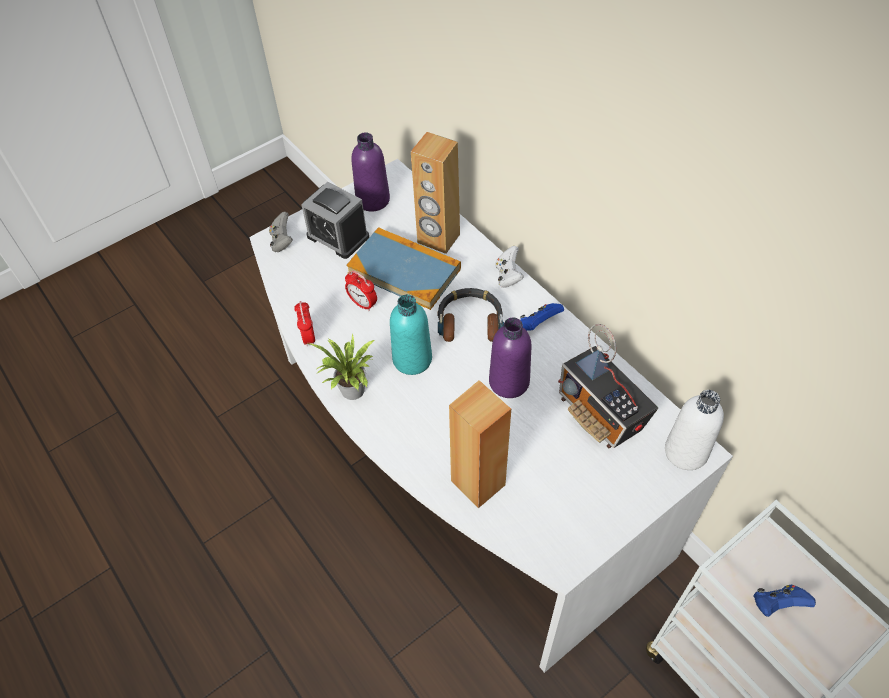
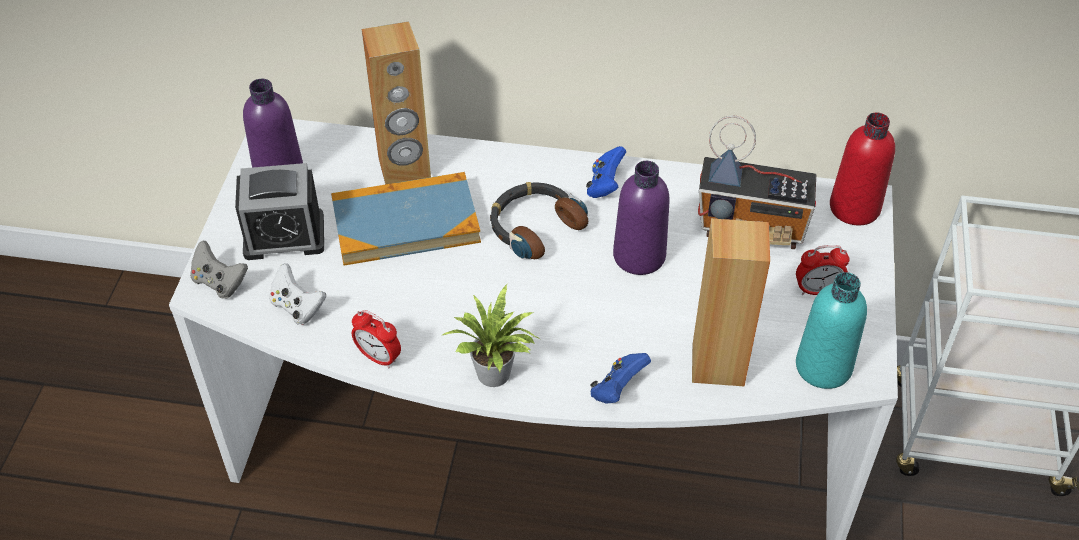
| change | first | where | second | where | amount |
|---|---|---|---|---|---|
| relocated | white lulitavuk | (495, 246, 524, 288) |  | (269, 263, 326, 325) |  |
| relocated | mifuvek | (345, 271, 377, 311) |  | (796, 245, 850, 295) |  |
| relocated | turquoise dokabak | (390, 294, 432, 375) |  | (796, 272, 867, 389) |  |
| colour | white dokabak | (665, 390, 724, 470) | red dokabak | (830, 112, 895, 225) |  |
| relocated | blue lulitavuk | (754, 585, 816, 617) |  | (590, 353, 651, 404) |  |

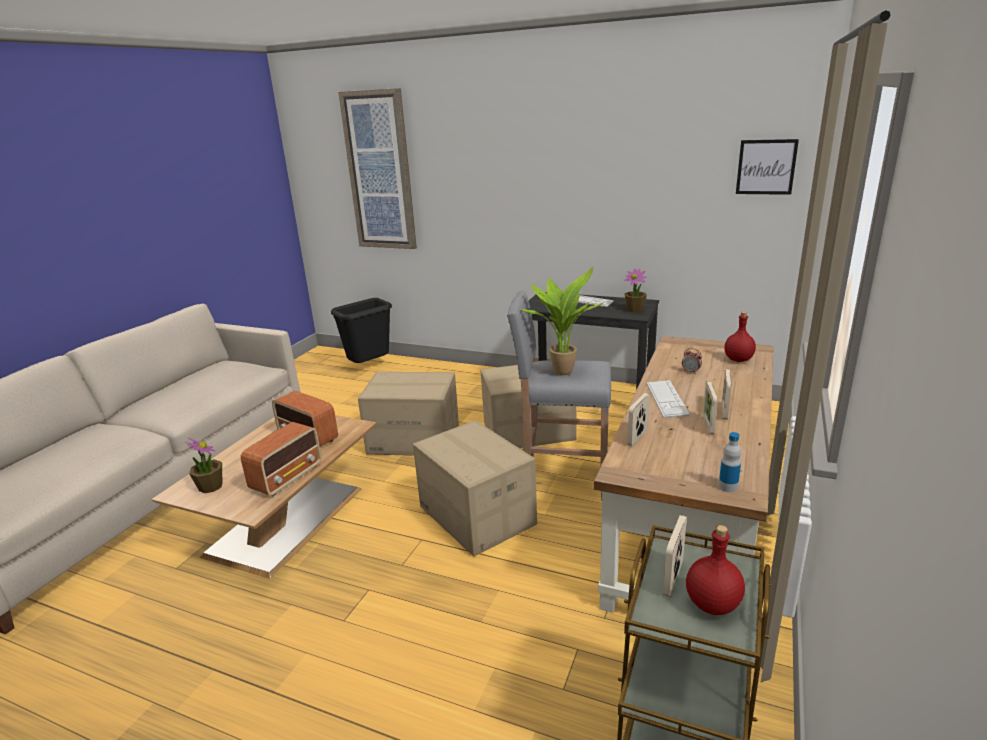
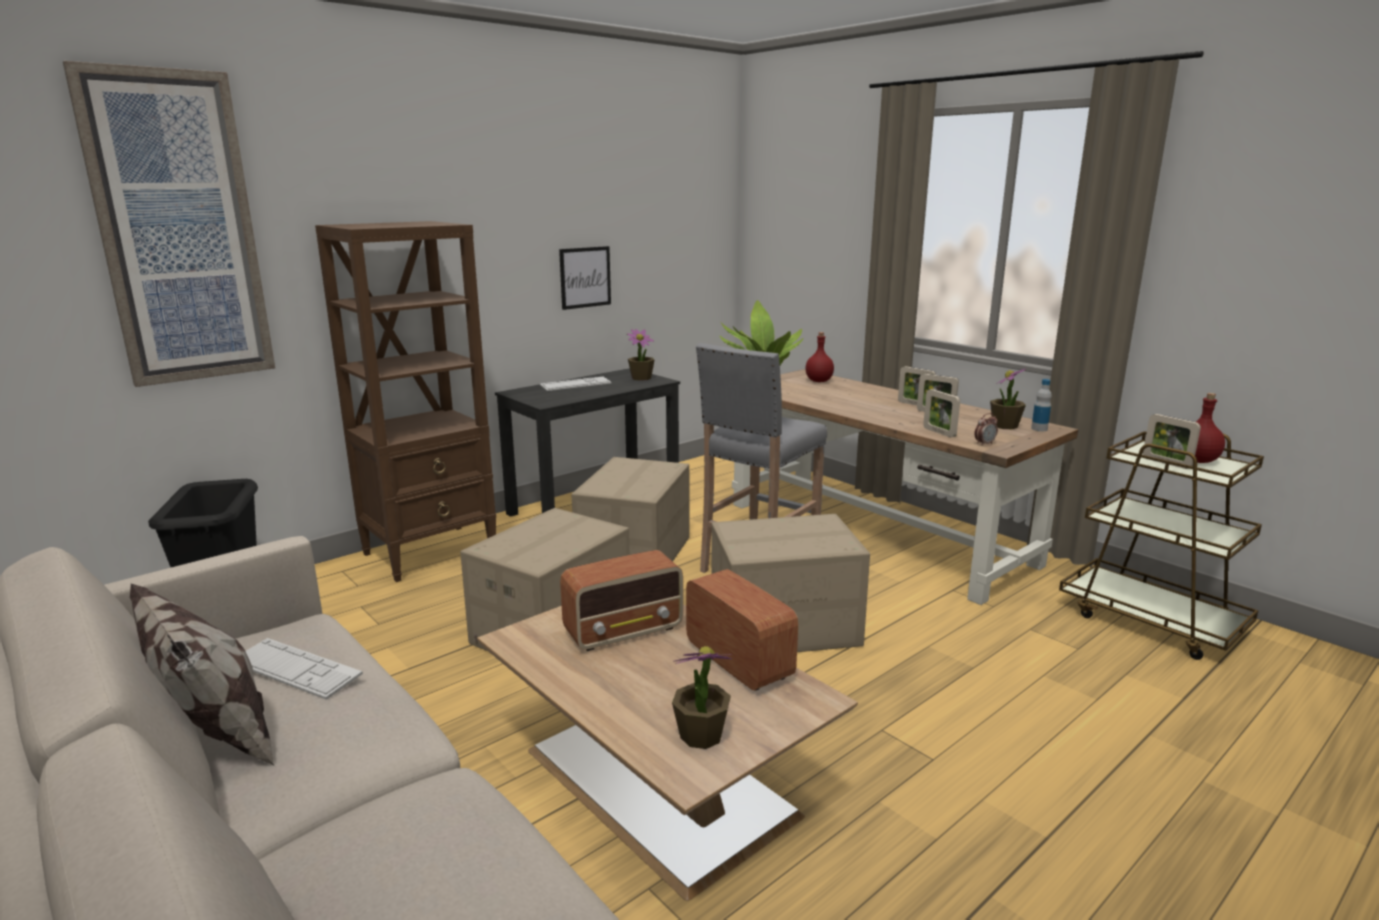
| change | first | where | second | where | amount |
|---|---|---|---|---|---|
| relocated | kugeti | (736, 139, 799, 195) |  | (559, 246, 611, 310) |  |
| relocated | mifuvek | (682, 348, 702, 374) |  | (974, 413, 998, 446) |  |
| relocated | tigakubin | (647, 380, 690, 418) |  | (245, 638, 363, 700) |  |
| appeared |  |  | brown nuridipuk | (315, 221, 496, 582) |  |
| appeared |  |  | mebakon | (990, 368, 1026, 429) |  |
| appeared |  |  | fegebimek | (130, 584, 274, 765) |  |

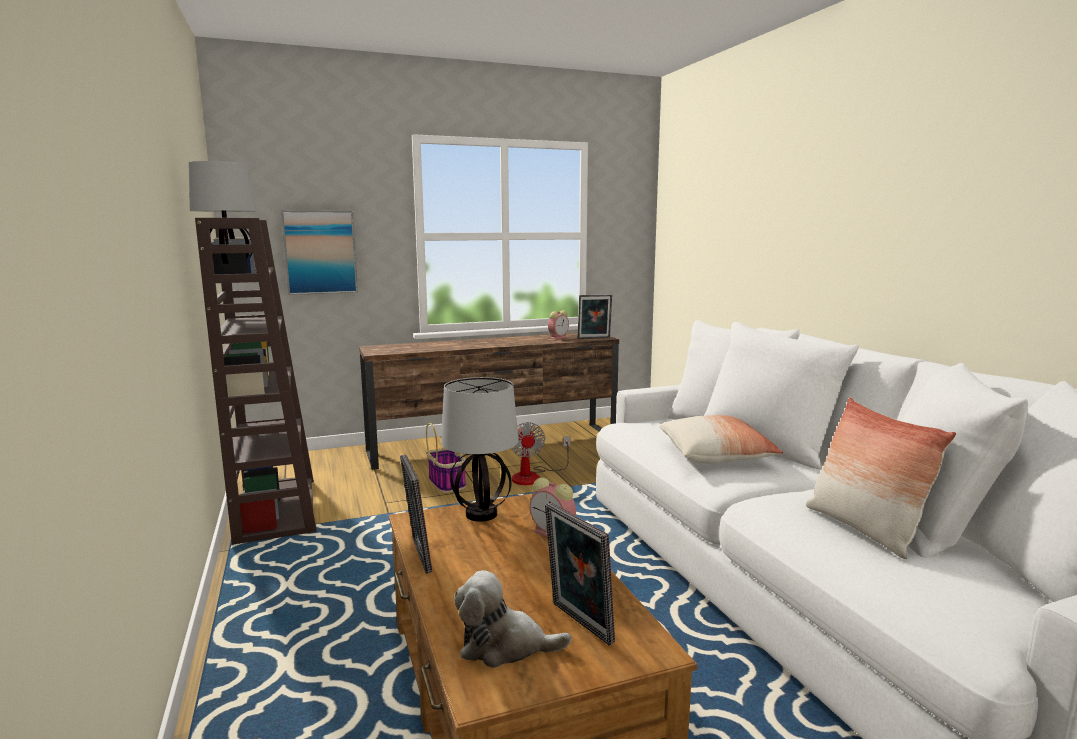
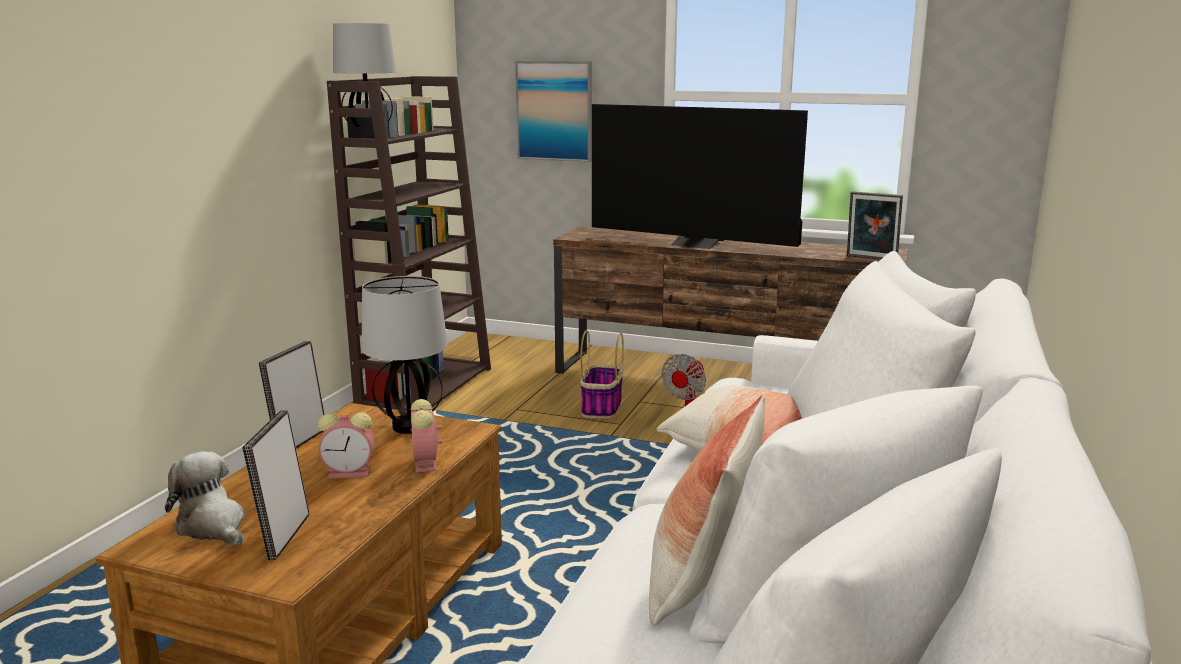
| change | first | where | second | where | amount |
|---|---|---|---|---|---|
| relocated | mifuvek | (548, 310, 569, 339) |  | (318, 412, 374, 479) |  |
| appeared |  |  | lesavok | (592, 104, 808, 249) |  |

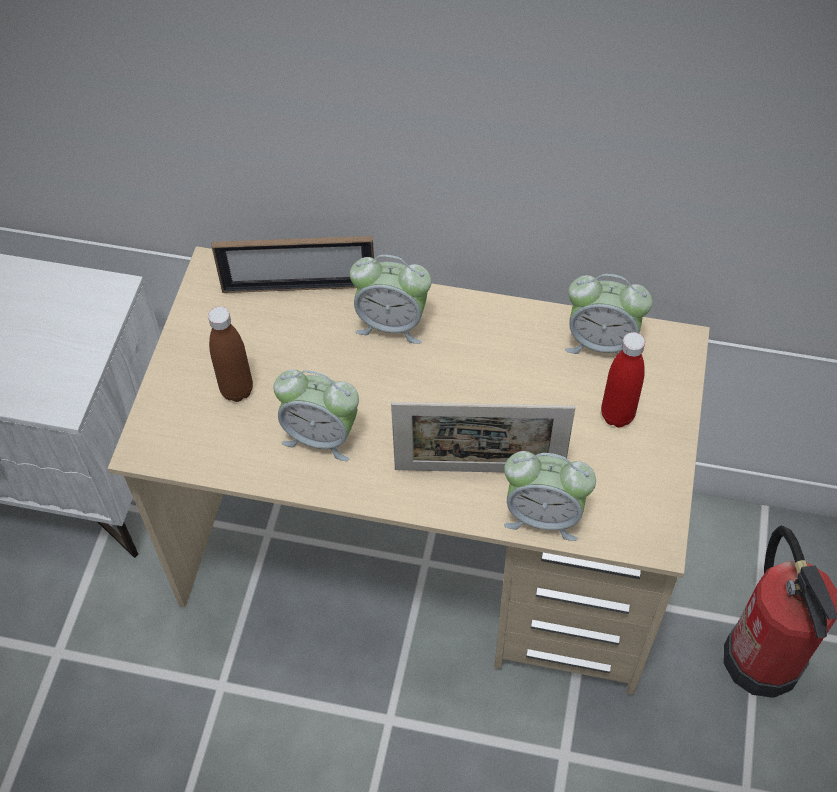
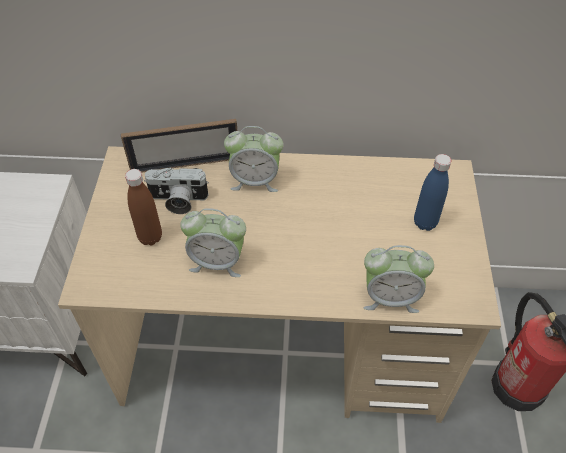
| change | first | where | second | where | amount |
|---|---|---|---|---|---|
| missing | mifuvek | (565, 274, 652, 354) |  |  |  |
| colour | red dokabak | (601, 332, 645, 427) | blue dokabak | (414, 154, 451, 231) |  |
| missing | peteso | (391, 402, 575, 473) |  |  |  |
| appeared |  |  | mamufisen | (144, 167, 209, 214) |  |

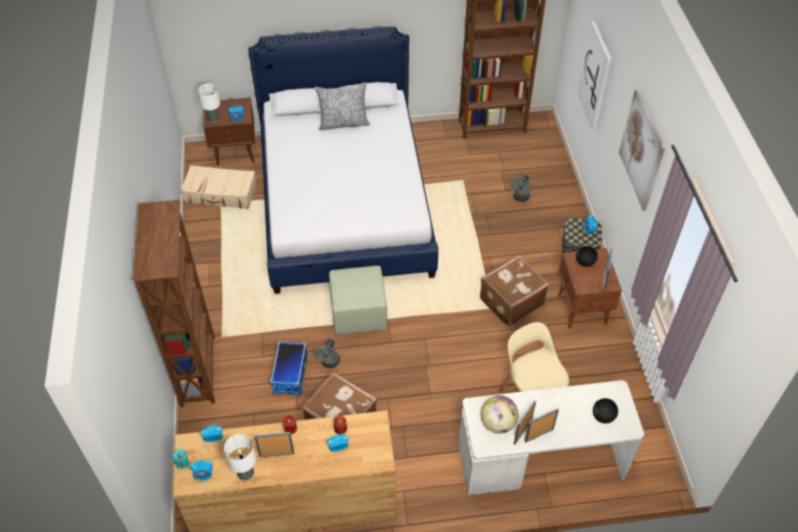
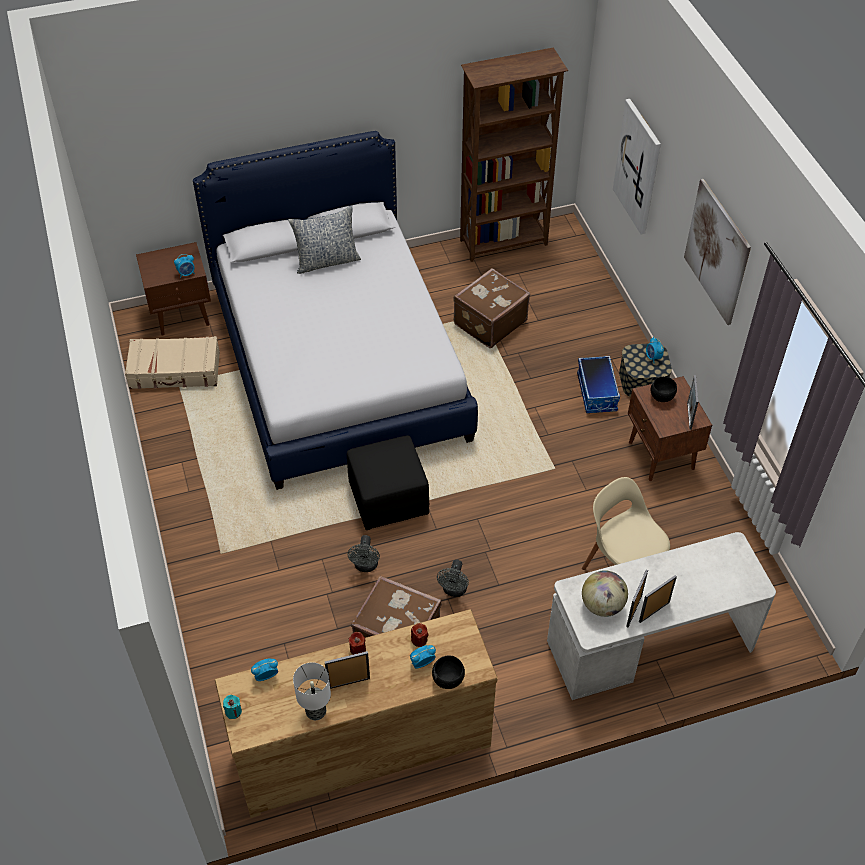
| change | first | where | second | where | amount |
|---|---|---|---|---|---|
| missing | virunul | (198, 83, 220, 123) |  |  |  |
| relocated | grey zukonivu | (510, 175, 532, 202) |  | (437, 560, 469, 597) |  |
| missing | brown nuridipuk | (133, 200, 215, 407) |  |  |  |
| relocated | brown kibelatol | (480, 255, 549, 326) |  | (453, 268, 530, 348) |  |
| colour | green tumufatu | (329, 266, 388, 335) | black tumufatu | (347, 435, 429, 530) |  |
| relocated | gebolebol | (270, 341, 308, 395) |  | (577, 356, 620, 413) |  |
| relocated | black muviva | (593, 398, 618, 423) |  | (432, 655, 465, 689) |  |
| missing | mifuvek | (190, 460, 213, 481) |  |  |  |

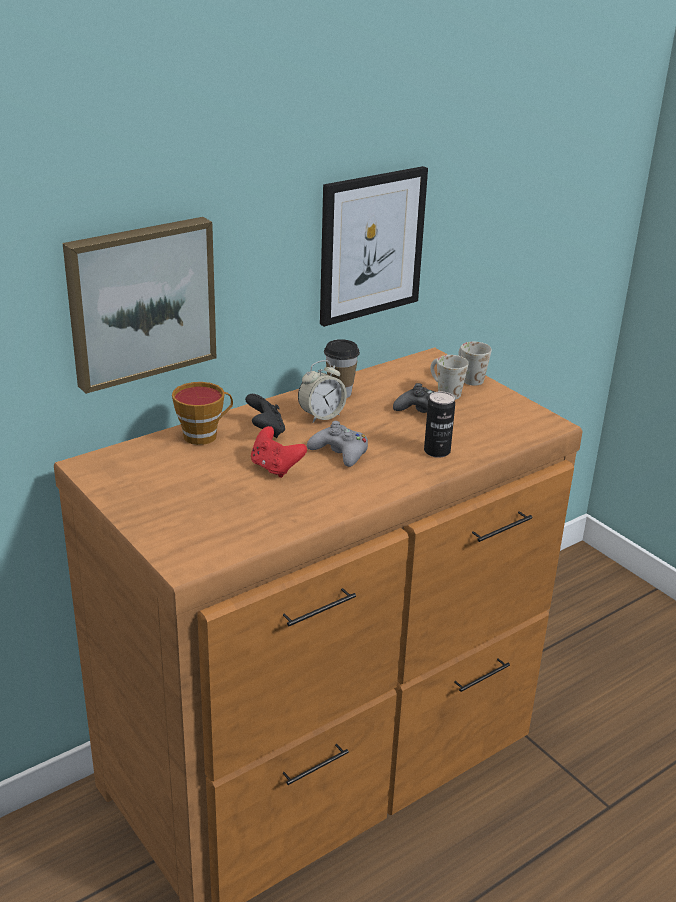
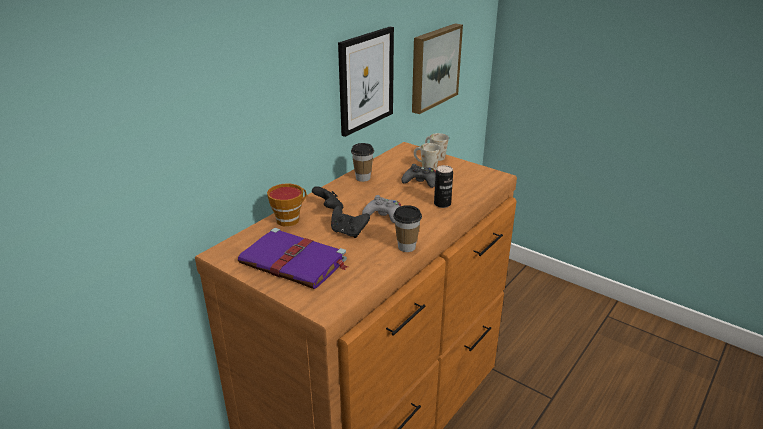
| change | first | where | second | where | amount |
|---|---|---|---|---|---|
| relocated | kugeti | (63, 217, 216, 394) |  | (412, 23, 463, 114) |  |
| missing | mifuvek | (298, 360, 347, 423) |  |  |  |
| colour | red lulitavuk | (251, 426, 307, 478) | black lulitavuk | (331, 206, 370, 238) |  |
| appeared |  |  | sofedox | (393, 205, 422, 252) |  |
| appeared |  |  | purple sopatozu | (238, 228, 348, 289) |  |

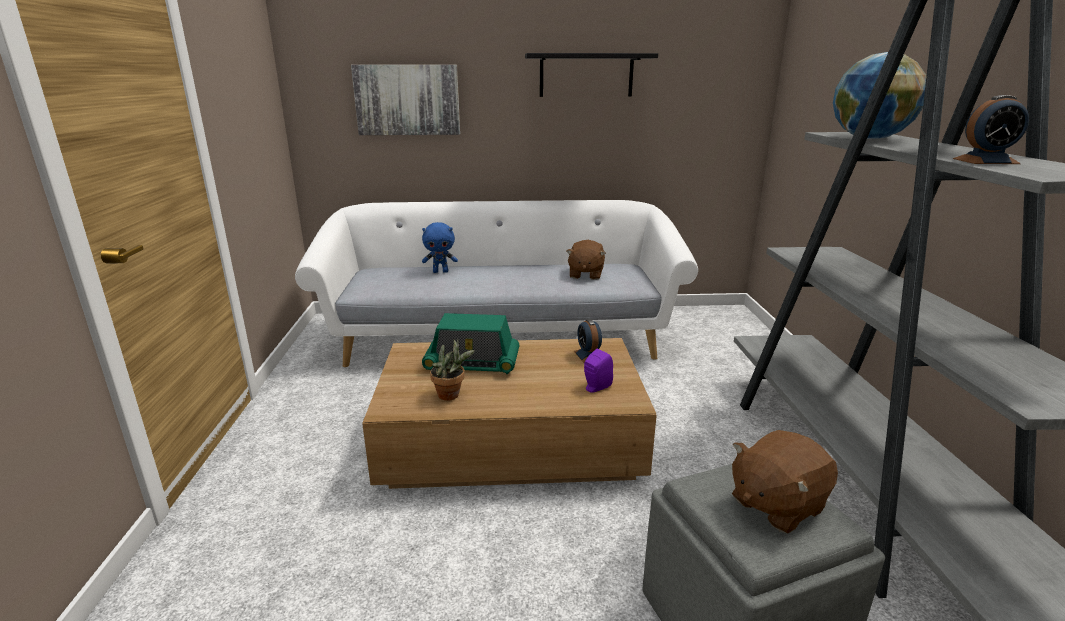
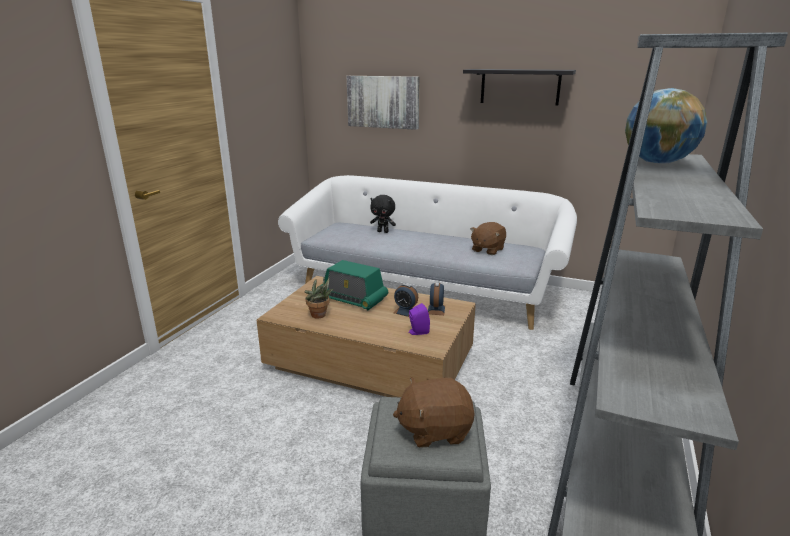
| change | first | where | second | where | amount |
|---|---|---|---|---|---|
| relocated | mifuvek | (953, 95, 1029, 164) |  | (393, 284, 418, 317) |  |
| colour | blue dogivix | (422, 222, 458, 273) | black dogivix | (370, 195, 396, 233) |  |

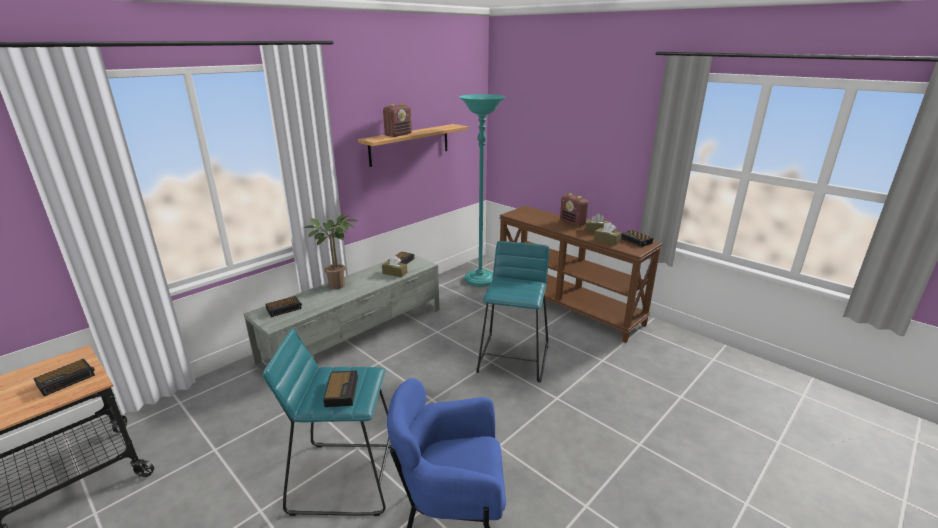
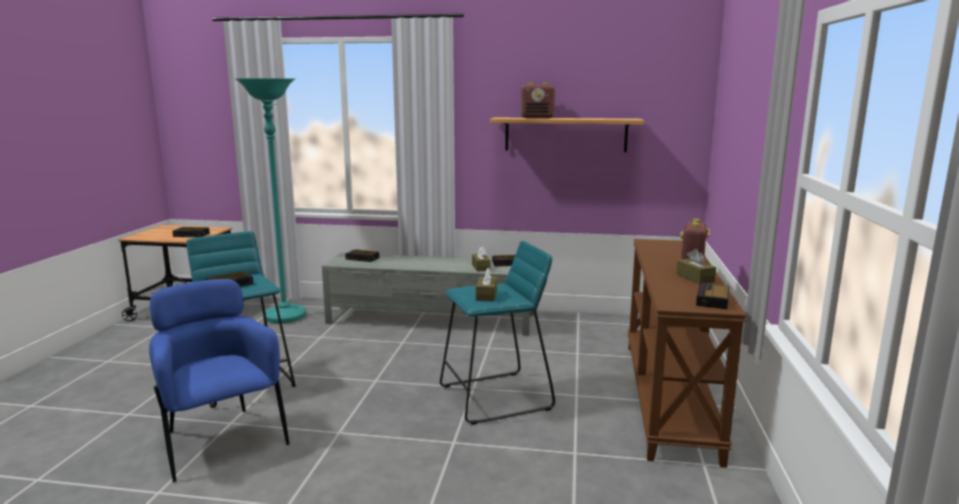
| change | first | where | second | where | amount |
|---|---|---|---|---|---|
| relocated | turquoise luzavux | (459, 94, 506, 287) |  | (235, 78, 306, 323) |  |
| missing | mebakon | (303, 213, 358, 289) |  |  |  |
| relocated | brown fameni | (594, 222, 622, 246) |  | (476, 268, 497, 302) |  |

